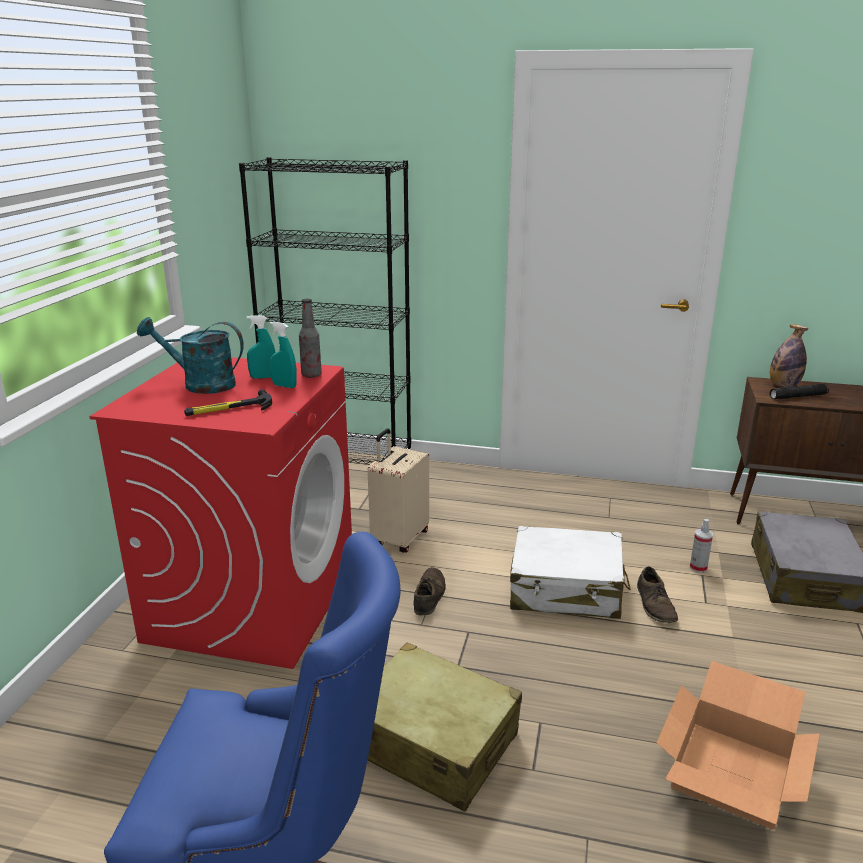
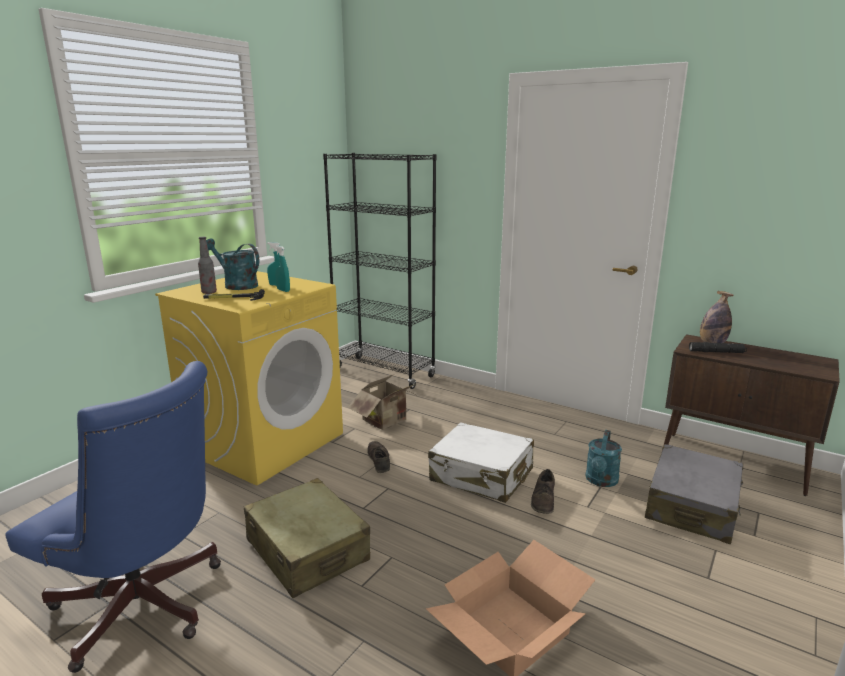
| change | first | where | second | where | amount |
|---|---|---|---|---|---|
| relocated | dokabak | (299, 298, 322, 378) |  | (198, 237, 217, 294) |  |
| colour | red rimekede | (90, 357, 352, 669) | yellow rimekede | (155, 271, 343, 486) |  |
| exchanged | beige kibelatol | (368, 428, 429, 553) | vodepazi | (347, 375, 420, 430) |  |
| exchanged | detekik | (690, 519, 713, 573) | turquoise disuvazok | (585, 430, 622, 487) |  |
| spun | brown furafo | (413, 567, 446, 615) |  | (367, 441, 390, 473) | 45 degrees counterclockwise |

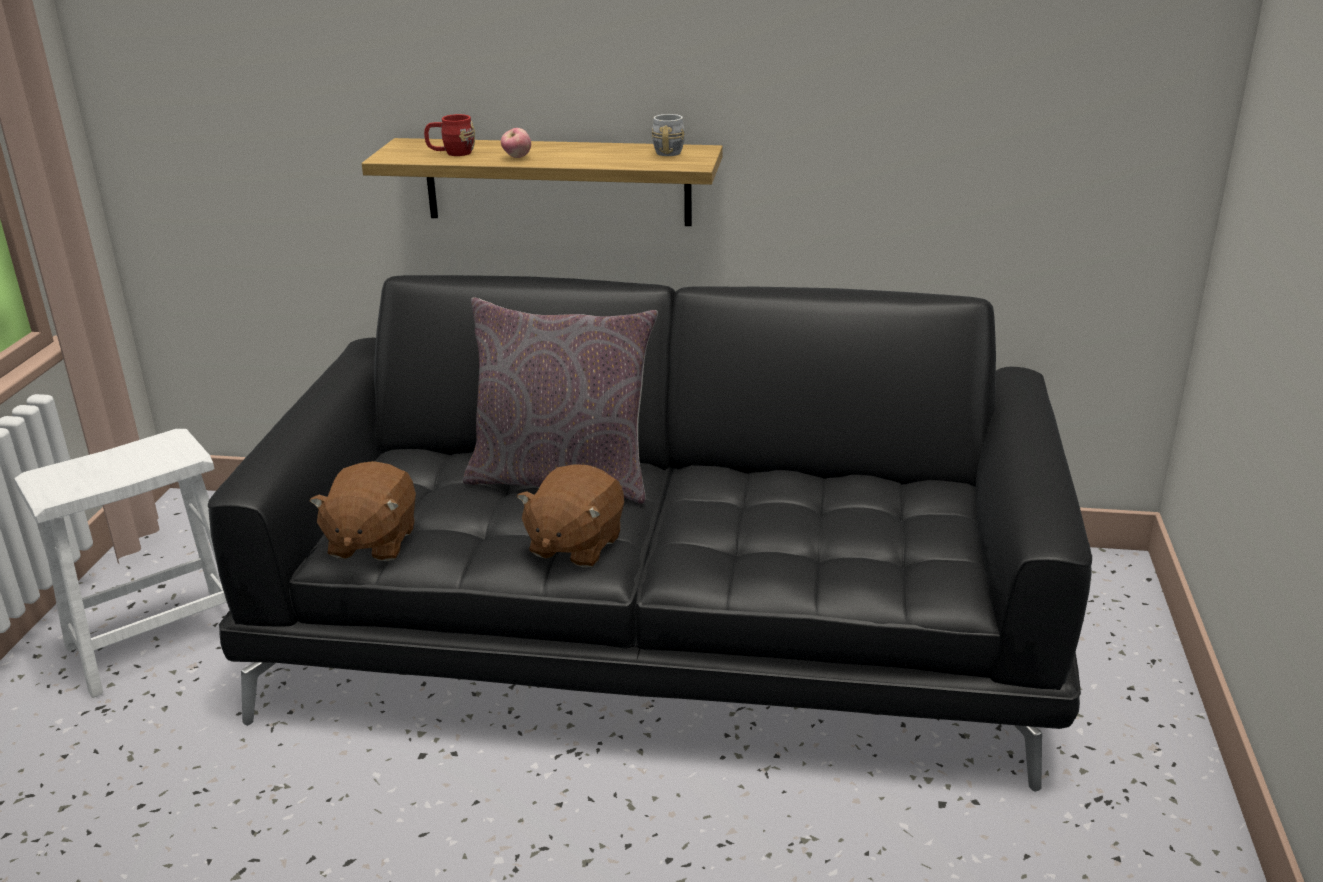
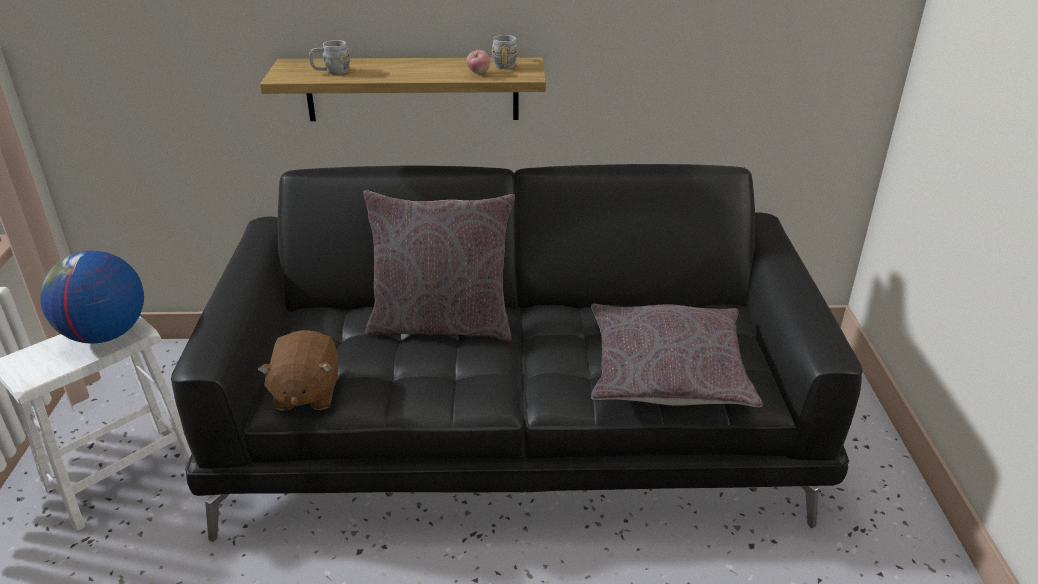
| change | first | where | second | where | amount |
|---|---|---|---|---|---|
| colour | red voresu | (424, 114, 475, 156) | grey voresu | (309, 40, 350, 75) |  |
| relocated | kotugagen | (501, 128, 531, 158) |  | (466, 50, 490, 74) |  |
| missing | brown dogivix | (517, 465, 624, 568) |  |  |  |
| appeared |  |  | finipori | (40, 251, 144, 344) |  |
| appeared |  |  | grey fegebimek | (591, 304, 763, 407) |  |

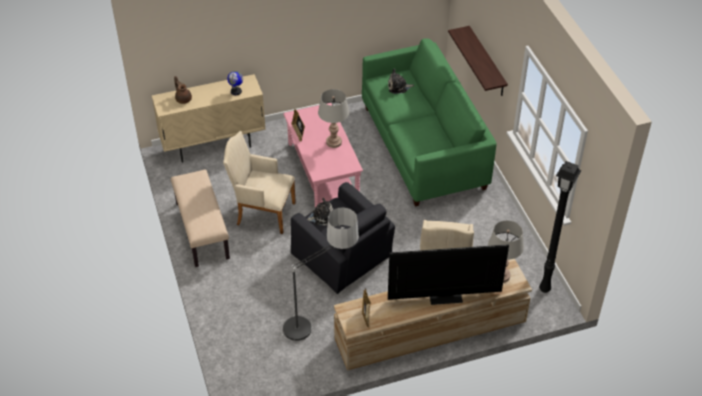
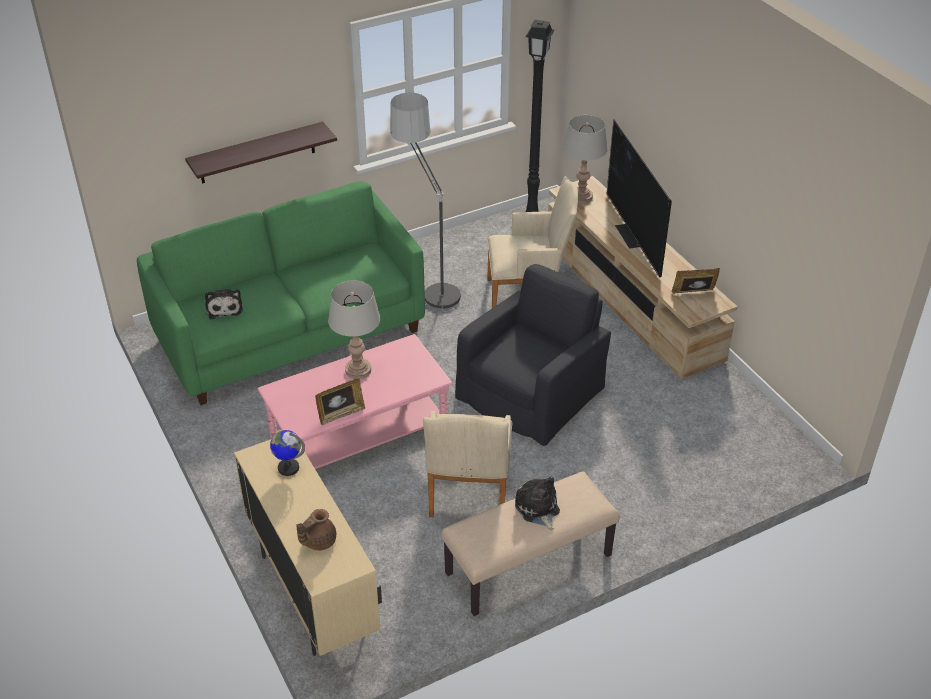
| change | first | where | second | where | amount |
|---|---|---|---|---|---|
| relocated | dogivix | (307, 198, 333, 226) |  | (515, 477, 560, 530) |  |
| relocated | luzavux | (281, 207, 359, 341) |  | (390, 93, 461, 312) |  |

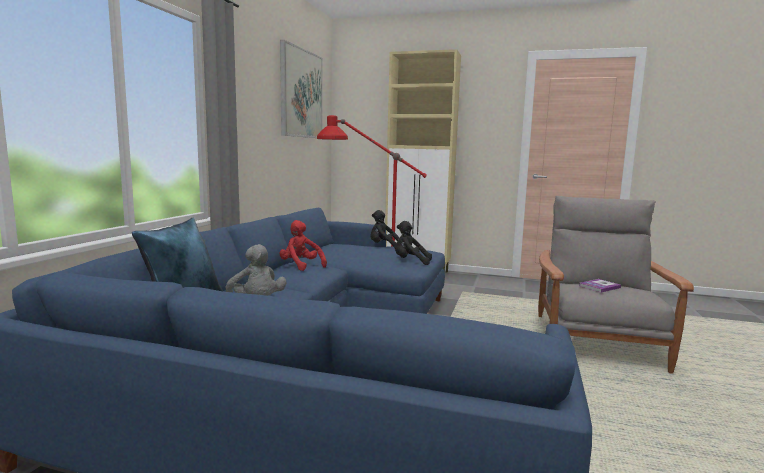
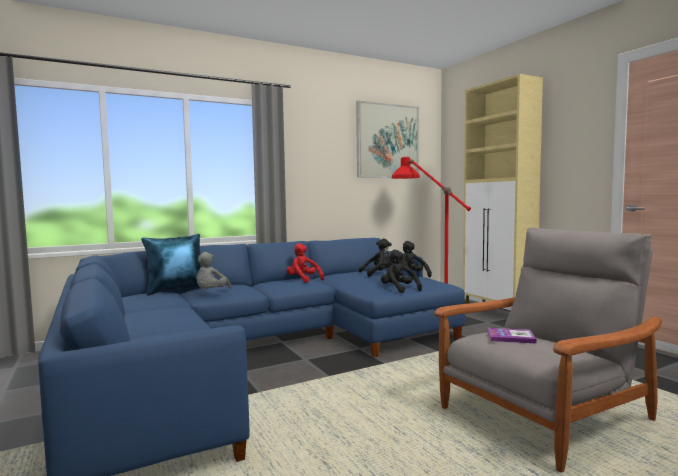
| change | first | where | second | where | amount |
|---|---|---|---|---|---|
| spun | red dogivix | (279, 220, 327, 271) |  | (287, 243, 324, 283) | 45 degrees counterclockwise |
| appeared |  |  | black dogivix | (359, 238, 392, 277) |  |

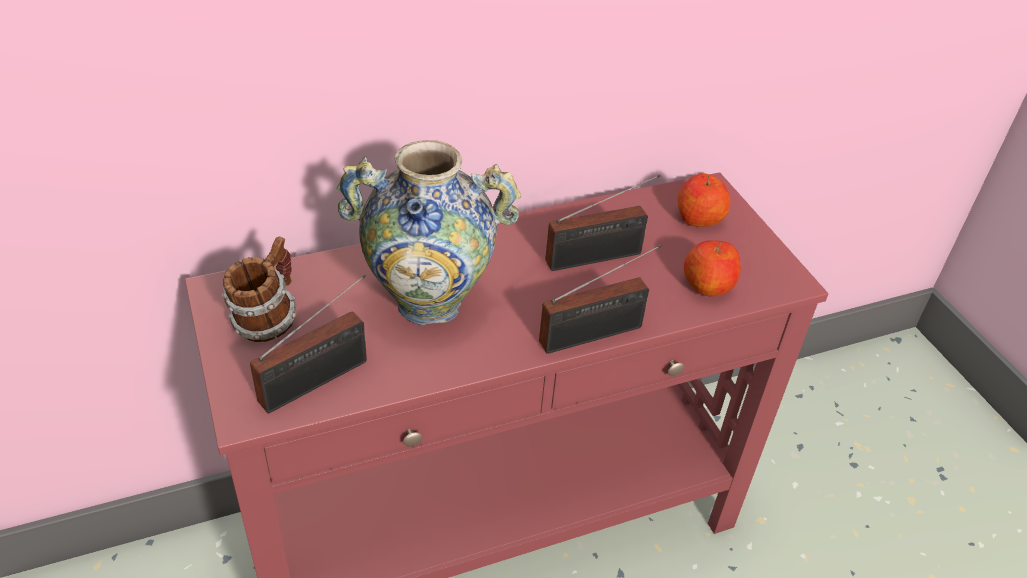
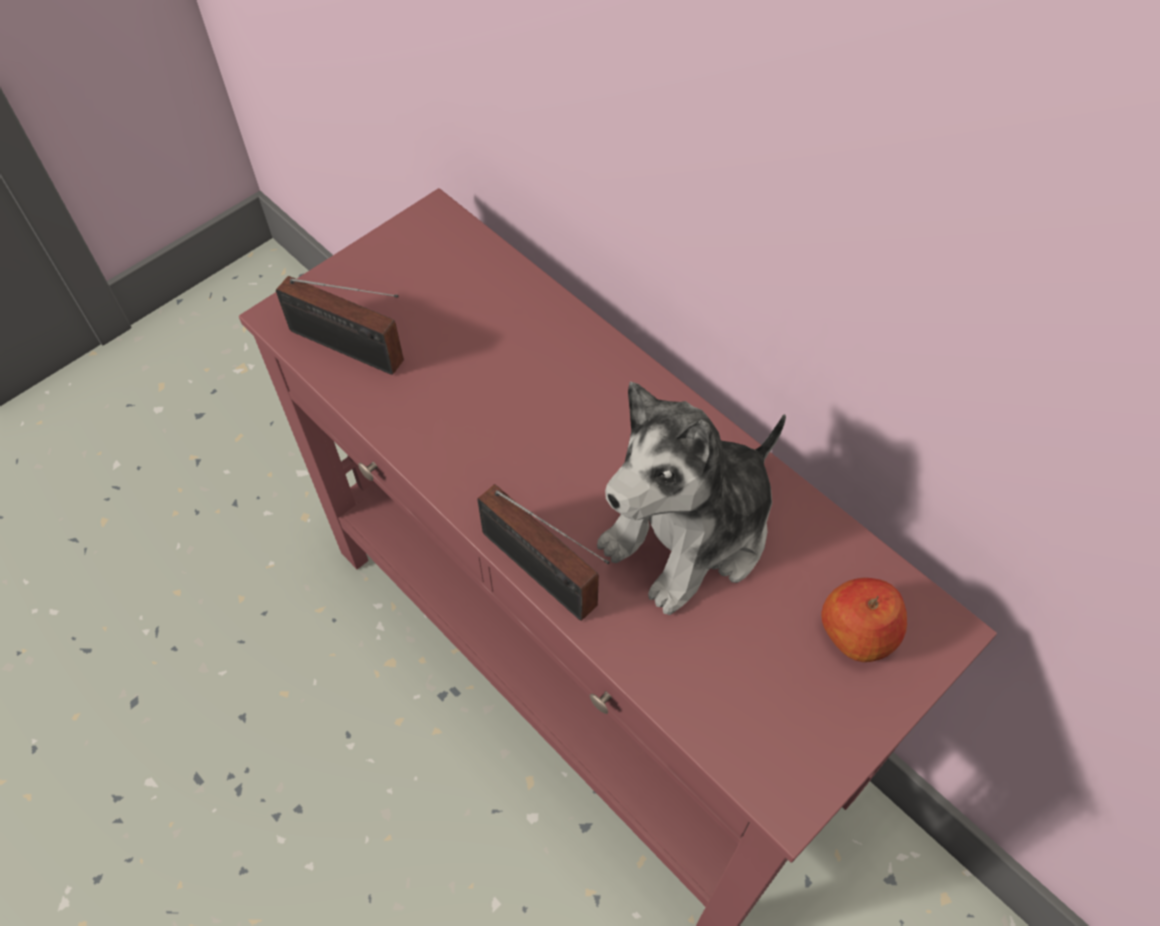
| change | first | where | second | where | amount |
|---|---|---|---|---|---|
| missing | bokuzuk | (336, 140, 521, 325) |  |  |  |
| exchanged | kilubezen | (545, 174, 660, 271) | dogivix | (597, 382, 786, 615) |  |
| missing | voresu | (222, 236, 296, 342) |  |  |  |
| missing | kotugagen | (684, 241, 741, 296) |  |  |  |

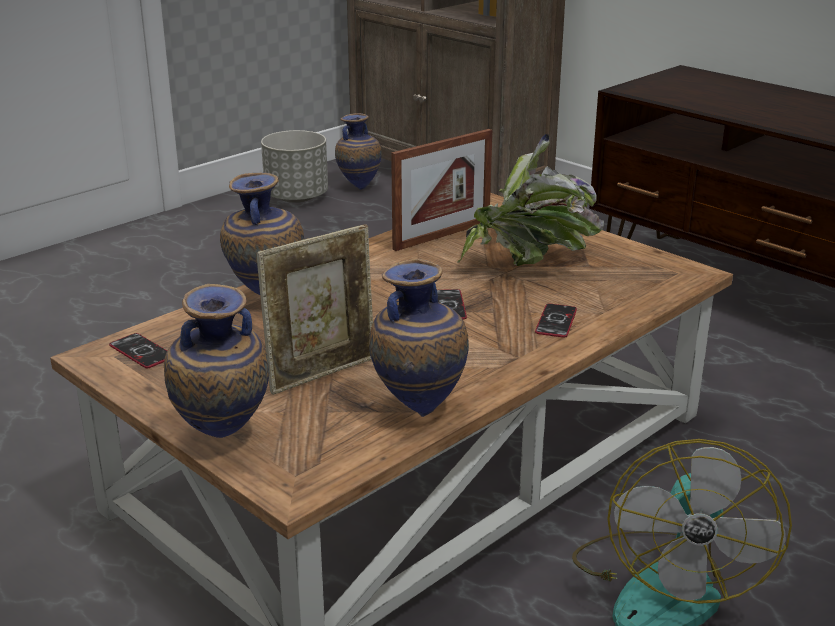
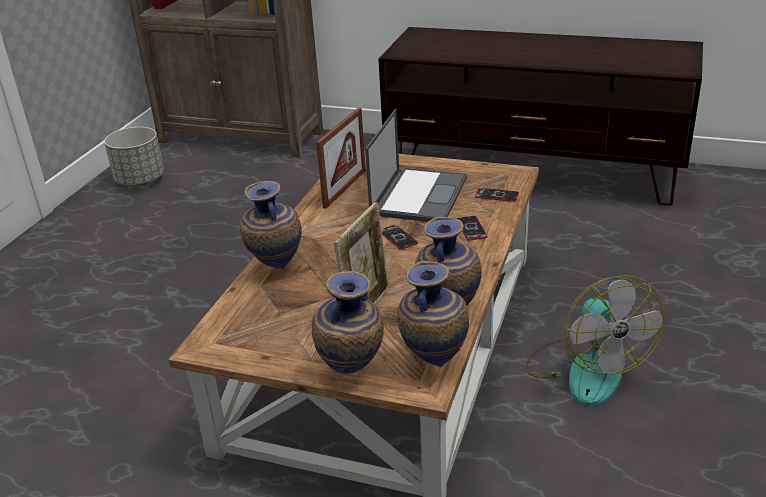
| change | first | where | second | where | amount |
|---|---|---|---|---|---|
| relocated | bokuzuk | (335, 113, 382, 190) |  | (397, 261, 469, 367) |  |
| exchanged | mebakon | (457, 134, 604, 266) | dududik | (365, 109, 467, 222) |  |
| relocated | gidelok | (109, 333, 167, 368) |  | (475, 188, 519, 202) |  |

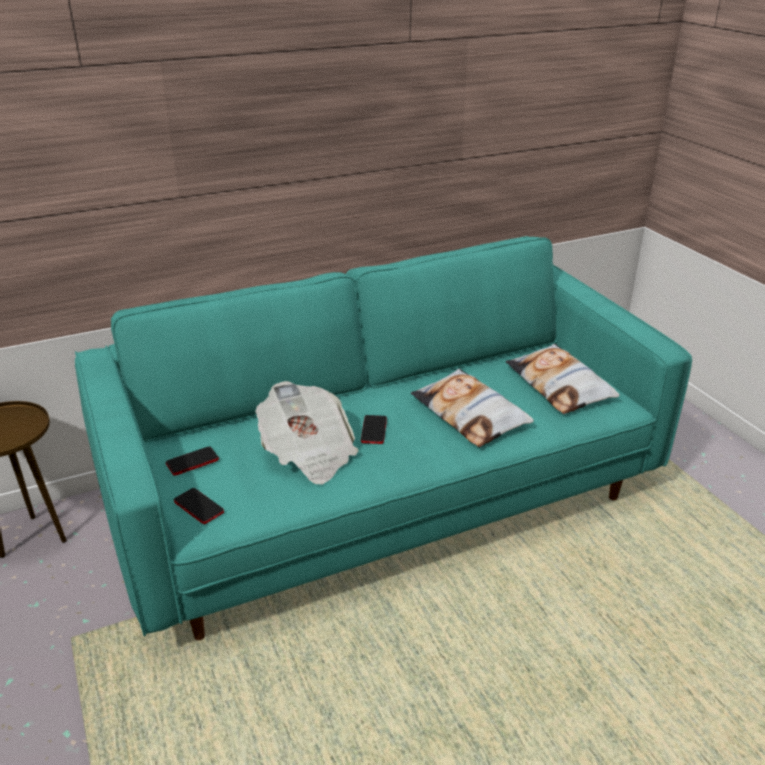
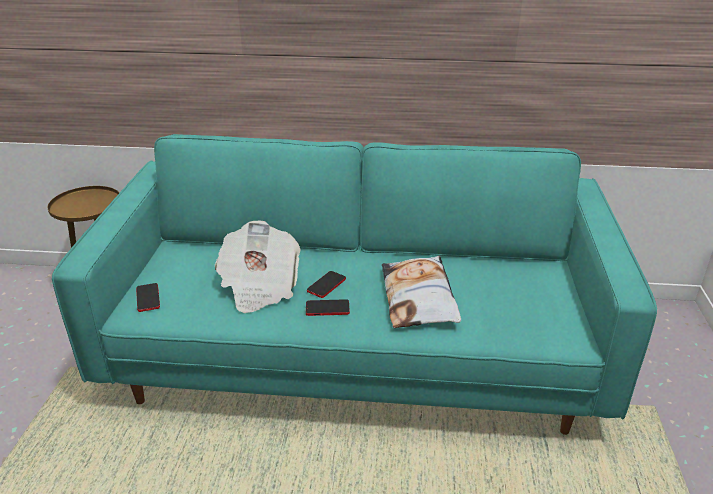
| change | first | where | second | where | amount |
|---|---|---|---|---|---|
| missing | fegebimek | (506, 344, 620, 414) |  |  |  |
| relocated | gidelok | (166, 447, 219, 475) |  | (306, 299, 350, 316) |  |

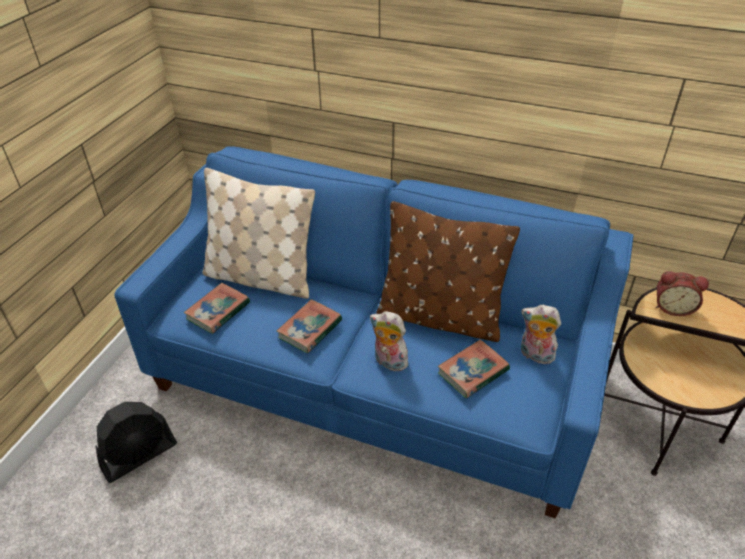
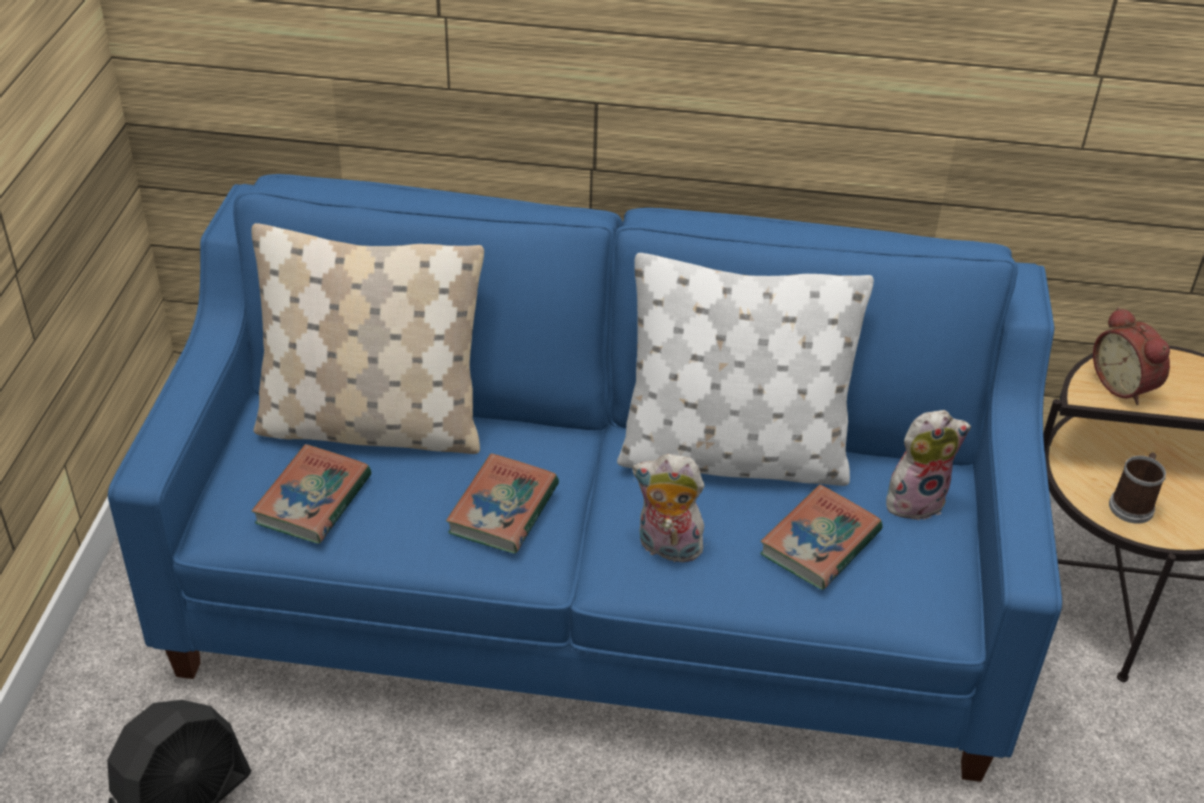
| change | first | where | second | where | amount |
|---|---|---|---|---|---|
| colour | brown fegebimek | (376, 201, 520, 342) | white fegebimek | (617, 253, 874, 486) |  |
| spun | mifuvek | (656, 271, 709, 316) |  | (1093, 307, 1170, 405) | 60 degrees clockwise |
| spun | dogivix | (521, 305, 561, 364) |  | (886, 410, 971, 521) | 150 degrees clockwise |
| appeared |  |  | voresu | (1109, 452, 1166, 524) |  |

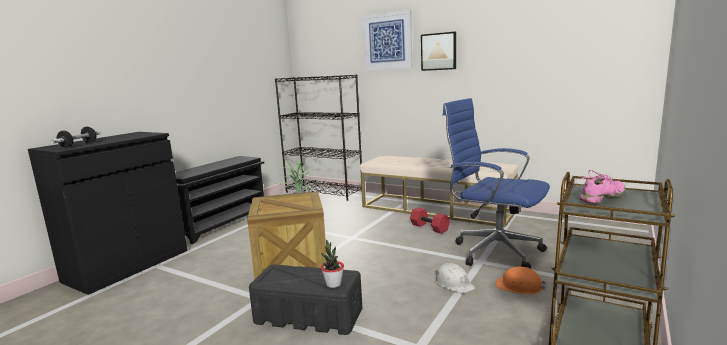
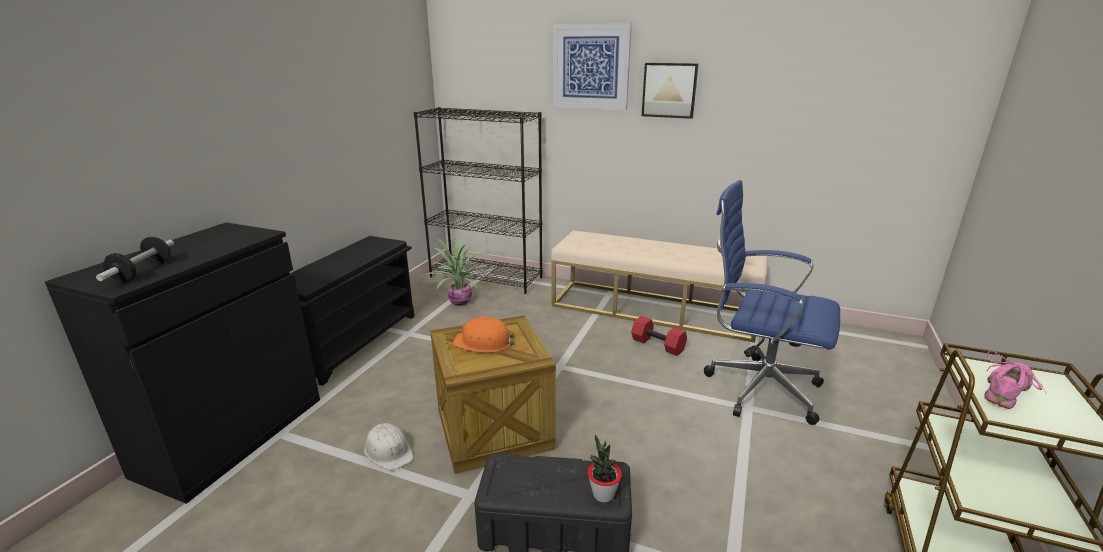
| change | first | where | second | where | amount |
|---|---|---|---|---|---|
| relocated | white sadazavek | (434, 263, 475, 293) |  | (364, 423, 413, 471) |  |
| relocated | orange sadazavek | (496, 267, 546, 294) |  | (453, 317, 516, 353) |  |

